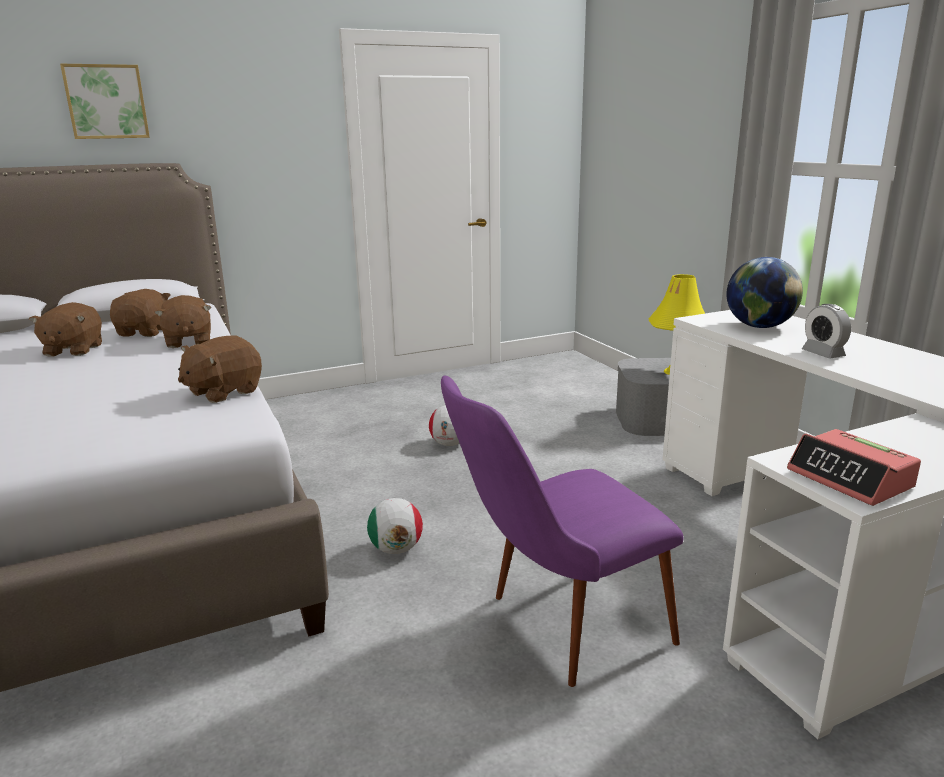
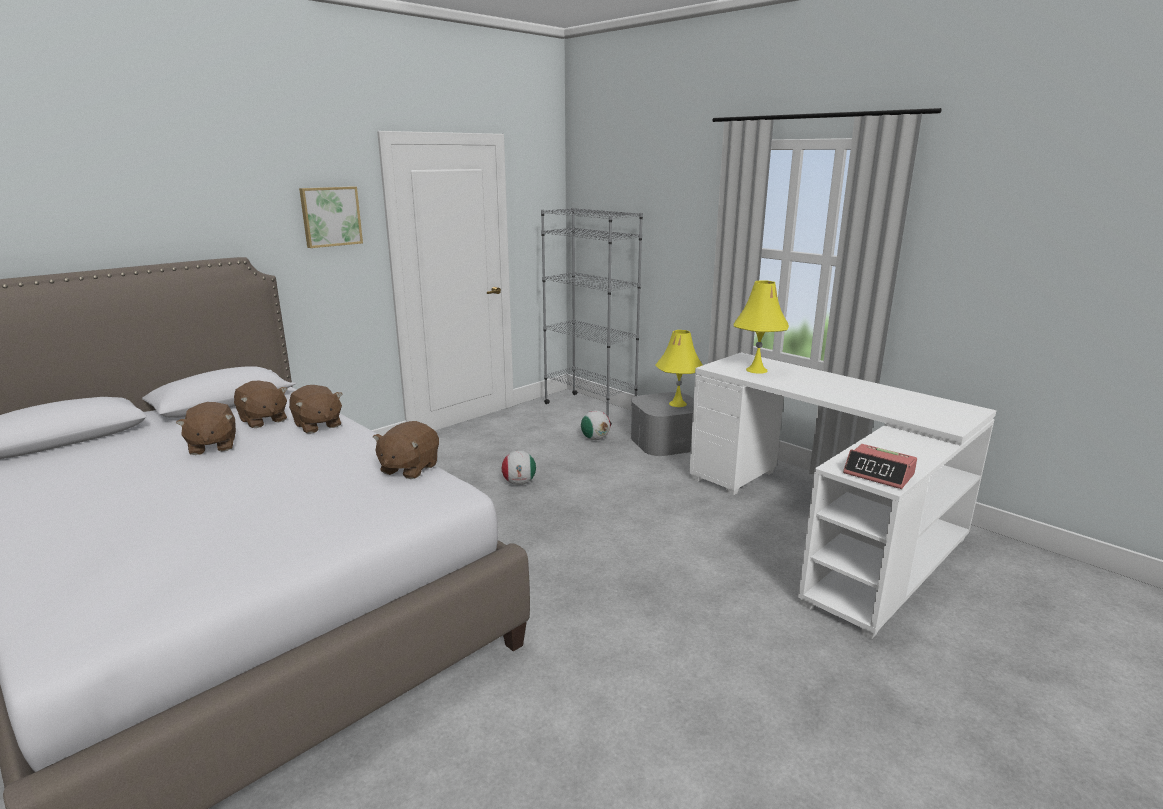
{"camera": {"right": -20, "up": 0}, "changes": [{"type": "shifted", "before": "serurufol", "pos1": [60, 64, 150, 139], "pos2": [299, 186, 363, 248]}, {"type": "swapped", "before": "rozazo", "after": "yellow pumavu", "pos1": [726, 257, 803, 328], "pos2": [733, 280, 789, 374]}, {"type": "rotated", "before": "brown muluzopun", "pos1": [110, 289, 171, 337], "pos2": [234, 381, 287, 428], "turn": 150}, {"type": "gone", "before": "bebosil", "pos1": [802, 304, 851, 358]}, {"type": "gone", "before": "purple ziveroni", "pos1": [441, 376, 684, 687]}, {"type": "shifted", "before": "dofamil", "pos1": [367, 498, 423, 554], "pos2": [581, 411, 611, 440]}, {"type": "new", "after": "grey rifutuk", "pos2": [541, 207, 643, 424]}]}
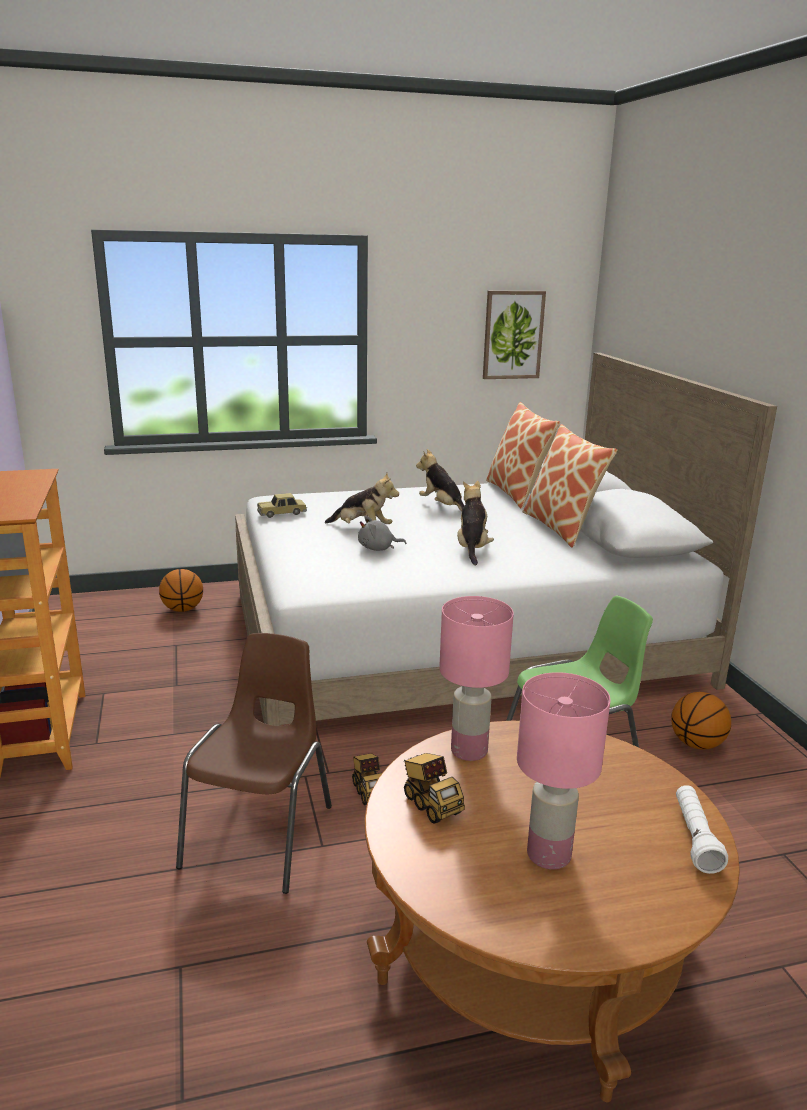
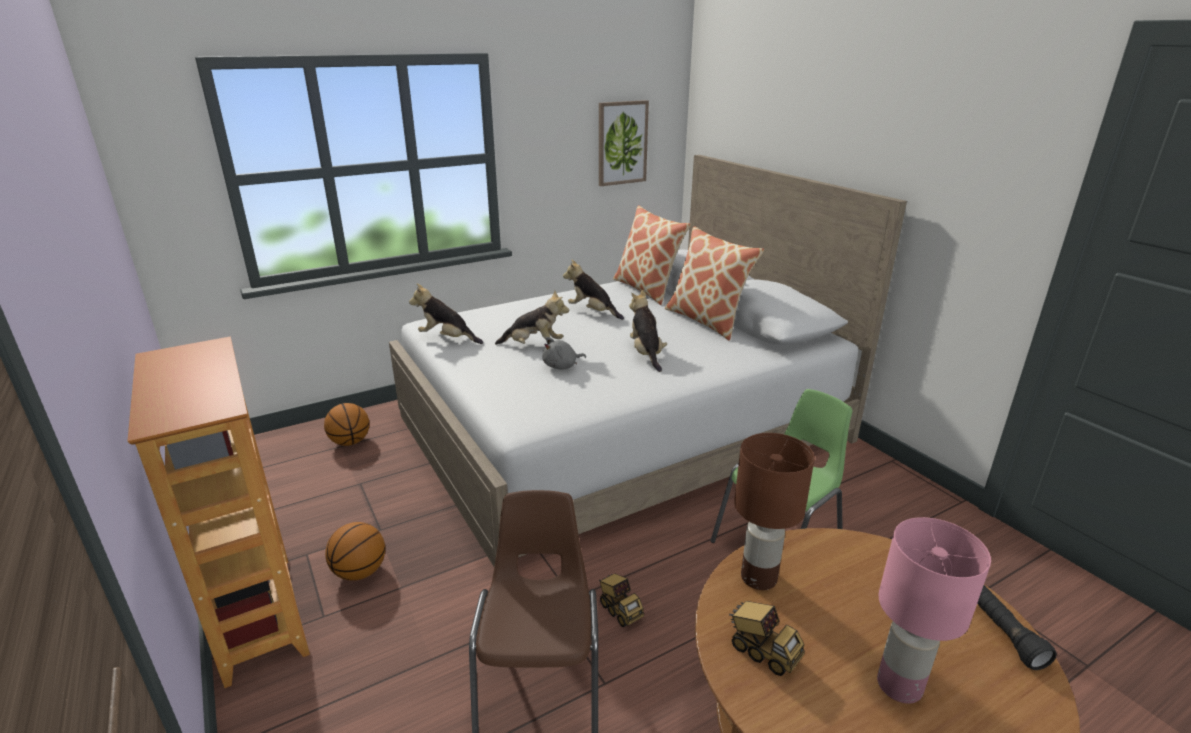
{"camera": {"right": -15, "up": 5}, "changes": [{"type": "swapped", "before": "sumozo", "after": "muluzopun", "pos1": [257, 493, 307, 518], "pos2": [409, 283, 483, 344]}, {"type": "repainted", "before": "pink pumavu", "after": "brown pumavu", "pos1": [439, 596, 514, 761], "pos2": [734, 433, 815, 590]}, {"type": "shifted", "before": "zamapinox", "pos1": [671, 692, 731, 750], "pos2": [325, 522, 385, 581]}, {"type": "repainted", "before": "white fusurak", "after": "black fusurak", "pos1": [676, 785, 728, 874], "pos2": [977, 585, 1057, 670]}]}
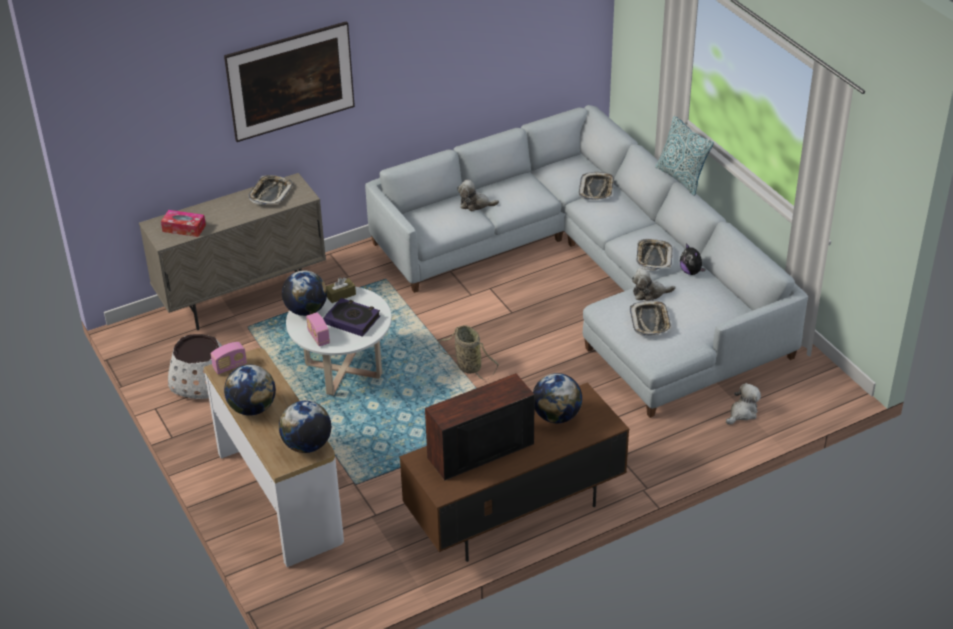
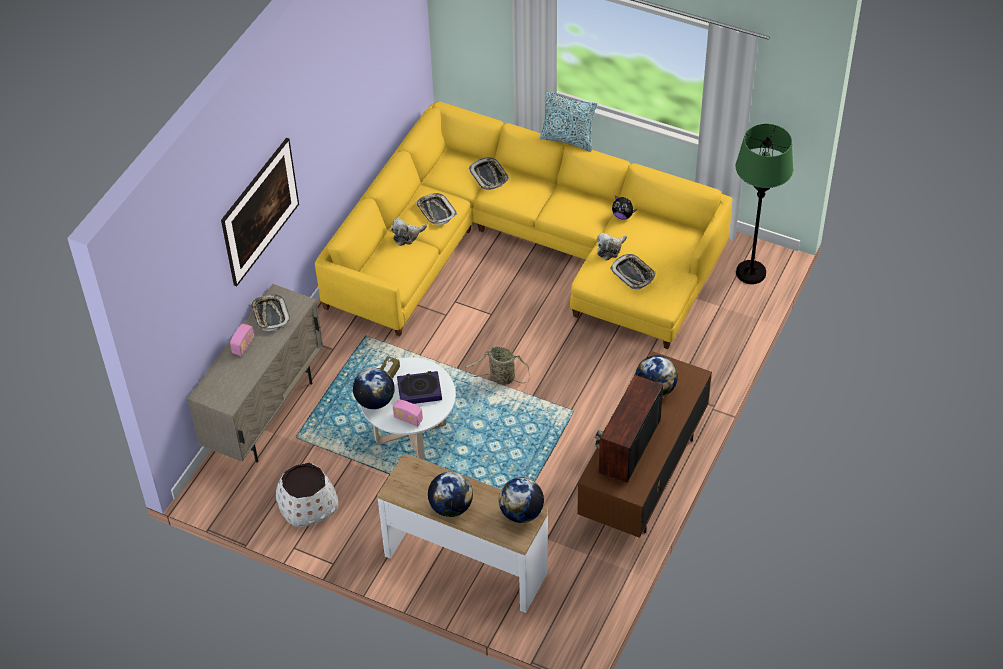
{"camera": {"right": -35, "up": 10}, "changes": [{"type": "repainted", "before": "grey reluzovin", "after": "yellow reluzovin", "pos1": [365, 105, 808, 418], "pos2": [315, 102, 732, 349]}, {"type": "gone", "before": "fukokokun", "pos1": [161, 210, 206, 237]}, {"type": "shifted", "before": "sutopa", "pos1": [636, 239, 673, 271], "pos2": [416, 193, 457, 225]}, {"type": "shifted", "before": "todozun", "pos1": [211, 342, 247, 375], "pos2": [230, 323, 254, 356]}, {"type": "gone", "before": "muluzopun", "pos1": [726, 383, 761, 425]}, {"type": "new", "after": "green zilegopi", "pos2": [736, 124, 793, 284]}]}
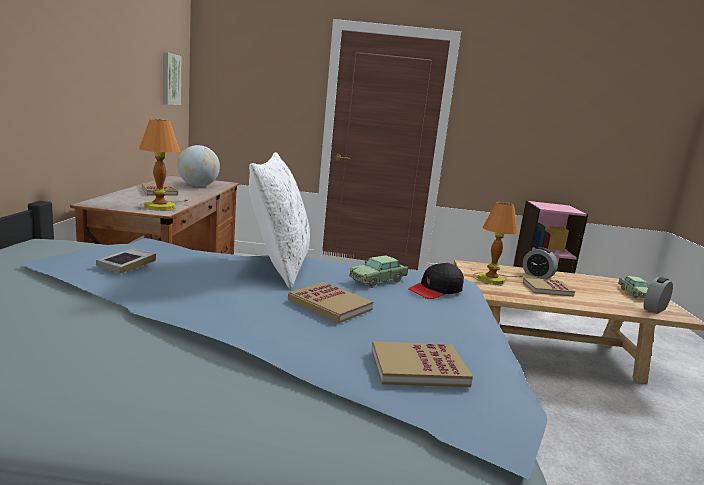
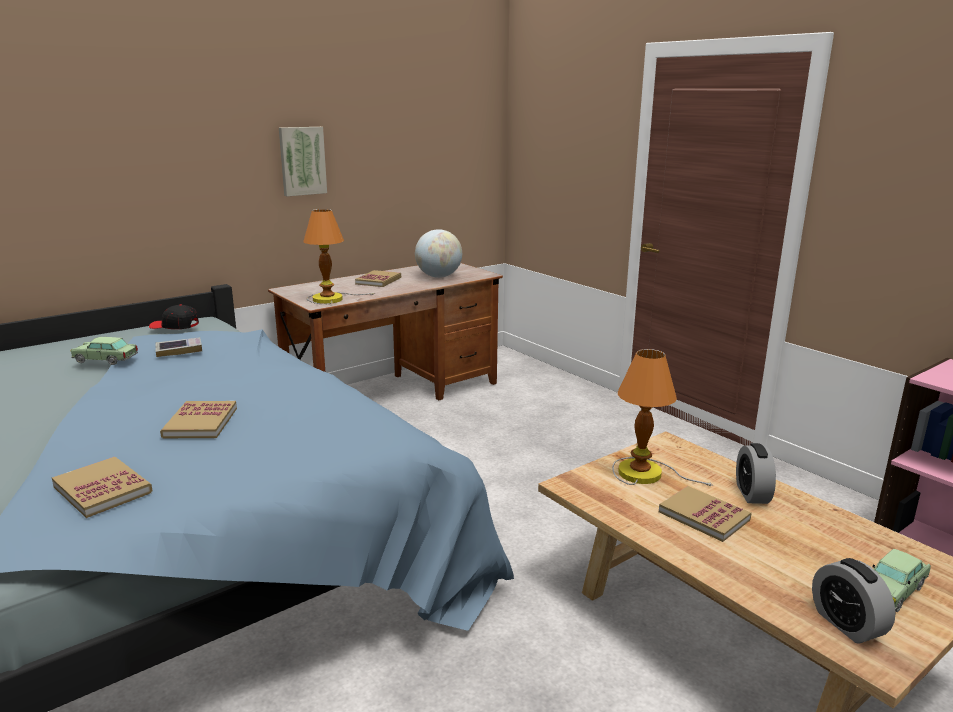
{"camera": {"right": 50, "up": 5}, "changes": [{"type": "shifted", "before": "serurufol", "pos1": [163, 52, 181, 105], "pos2": [279, 127, 327, 196]}, {"type": "gone", "before": "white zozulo", "pos1": [249, 152, 310, 288]}, {"type": "shifted", "before": "sumozo", "pos1": [349, 255, 408, 288], "pos2": [70, 337, 138, 365]}, {"type": "shifted", "before": "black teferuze", "pos1": [408, 263, 464, 299], "pos2": [149, 304, 199, 329]}, {"type": "rotated", "before": "bebosil", "pos1": [644, 277, 673, 314], "pos2": [812, 558, 896, 643], "turn": -120}]}
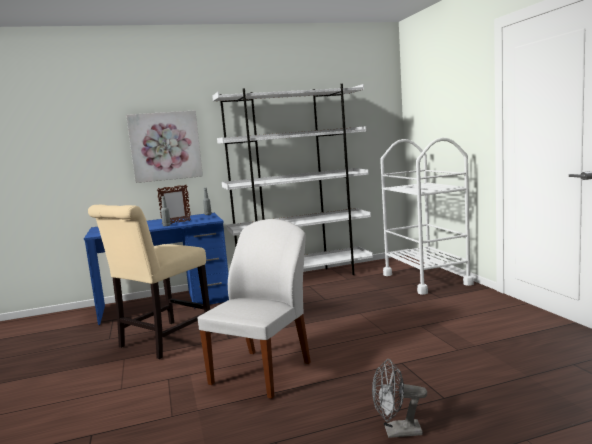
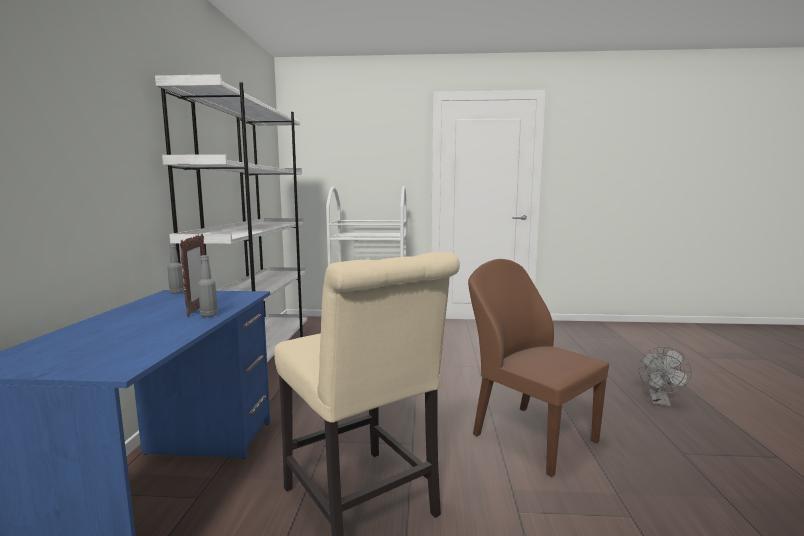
{"camera": {"right": -70, "up": 0}, "changes": [{"type": "gone", "before": "serurufol", "pos1": [126, 110, 203, 183]}, {"type": "repainted", "before": "white ziveroni", "after": "brown ziveroni", "pos1": [197, 219, 311, 399], "pos2": [468, 259, 609, 477]}]}
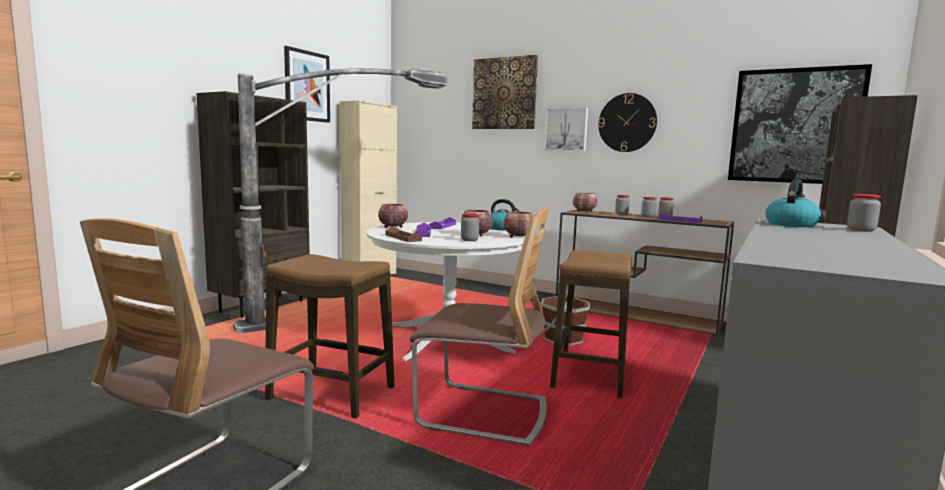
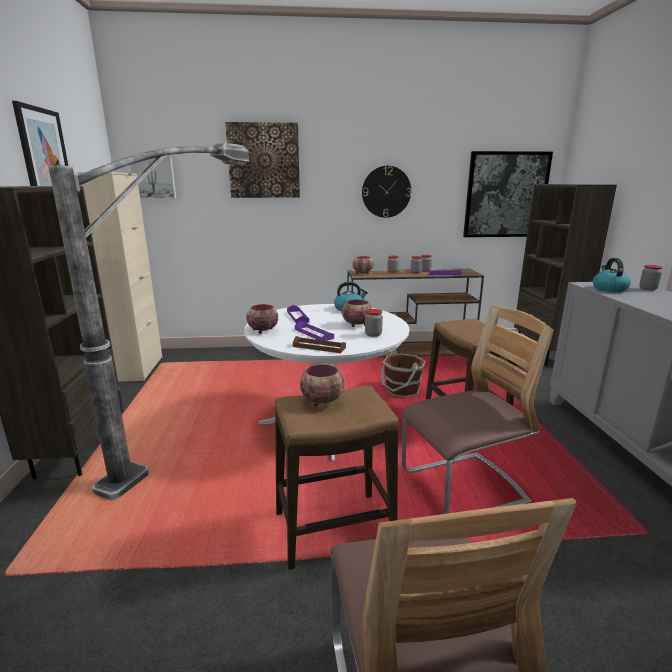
{"camera": {"right": -35, "up": 10}, "changes": [{"type": "shifted", "before": "serurufol", "pos1": [544, 107, 588, 151], "pos2": [128, 156, 176, 199]}, {"type": "shifted", "before": "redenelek", "pos1": [504, 211, 533, 238], "pos2": [300, 364, 344, 406]}]}
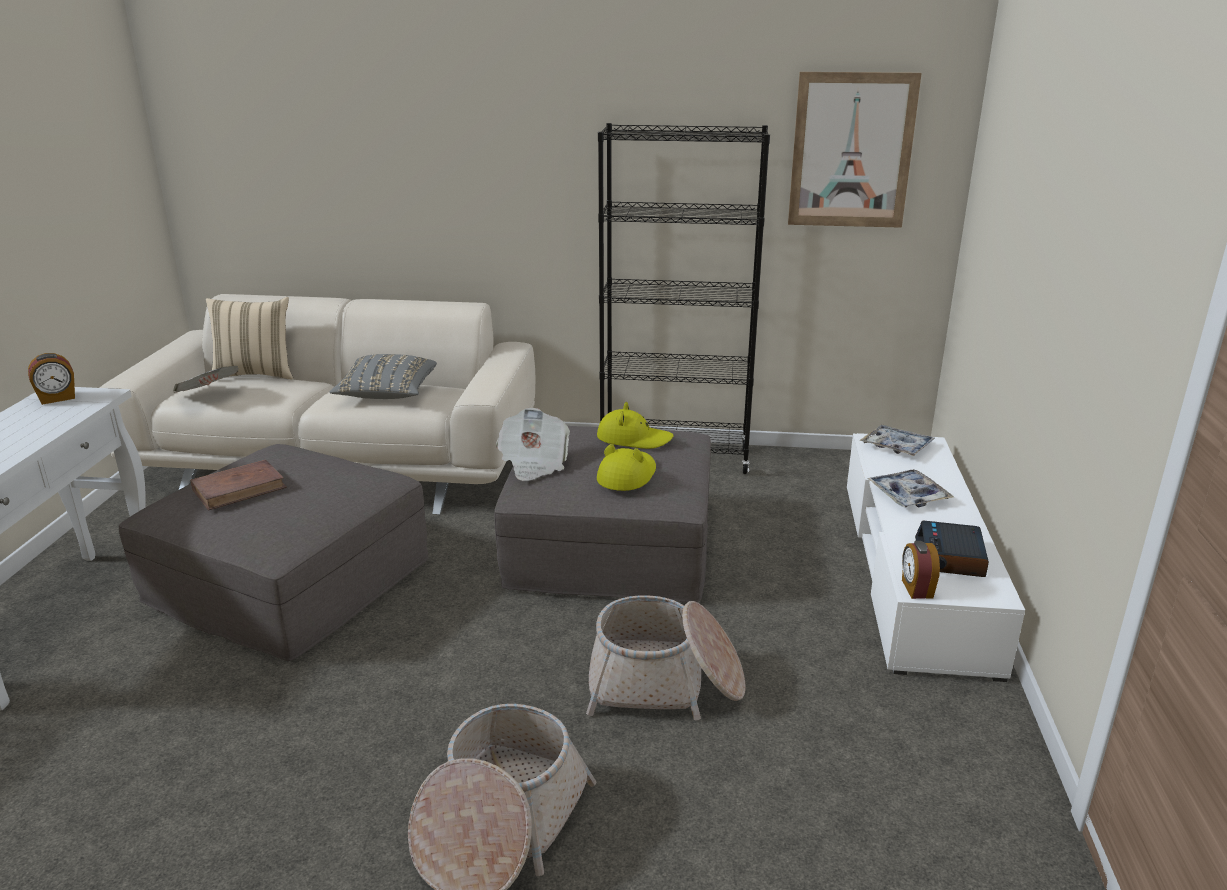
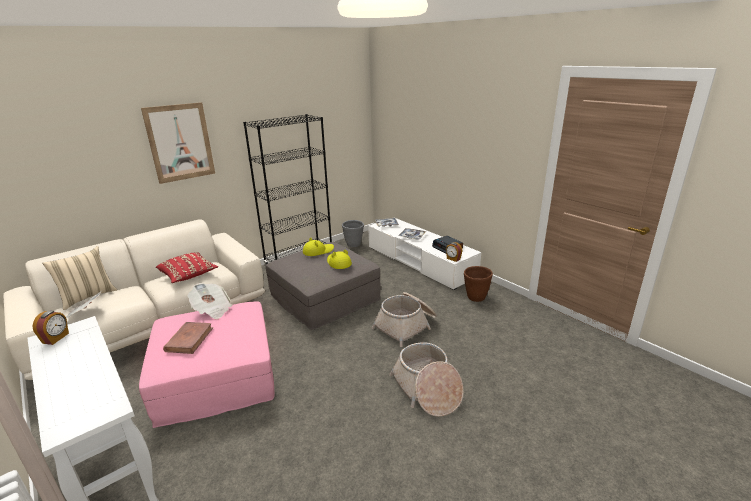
{"camera": {"right": -45, "up": 0}, "changes": [{"type": "shifted", "before": "serurufol", "pos1": [788, 72, 922, 228], "pos2": [141, 102, 215, 184]}, {"type": "repainted", "before": "grey zozulo", "after": "red zozulo", "pos1": [330, 354, 437, 399], "pos2": [156, 252, 218, 283]}, {"type": "shifted", "before": "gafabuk", "pos1": [496, 408, 570, 481], "pos2": [188, 283, 232, 319]}, {"type": "repainted", "before": "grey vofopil", "after": "pink vofopil", "pos1": [119, 444, 429, 661], "pos2": [139, 302, 275, 428]}, {"type": "new", "after": "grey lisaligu", "pos2": [342, 220, 364, 247]}, {"type": "new", "after": "brown lisaligu", "pos2": [464, 266, 493, 302]}]}
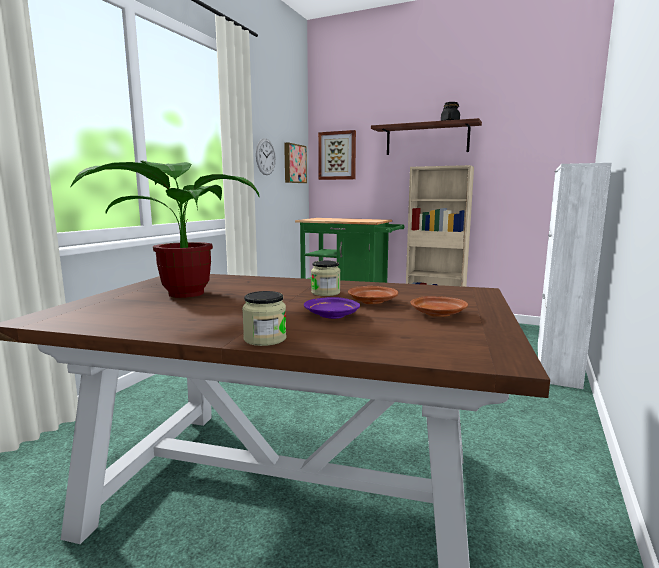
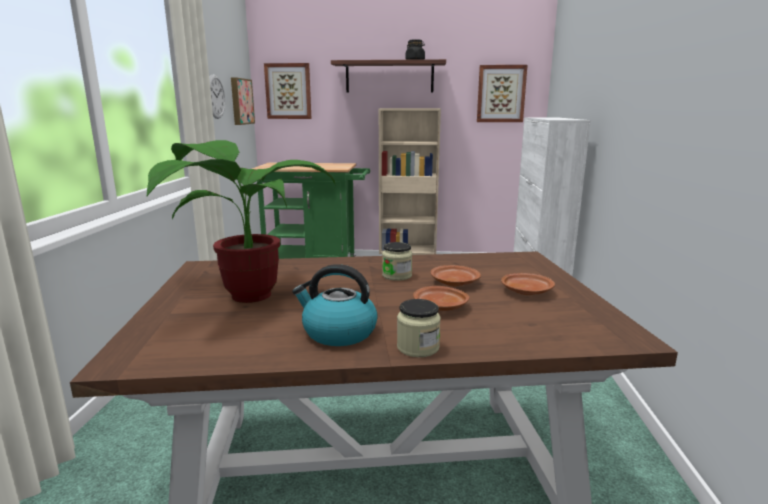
{"camera": {"right": -20, "up": 5}, "changes": [{"type": "repainted", "before": "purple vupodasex", "after": "brown vupodasex", "pos1": [304, 297, 360, 319], "pos2": [413, 286, 469, 311]}, {"type": "new", "after": "serurufol", "pos2": [477, 65, 528, 122]}, {"type": "new", "after": "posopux", "pos2": [292, 264, 378, 346]}]}
